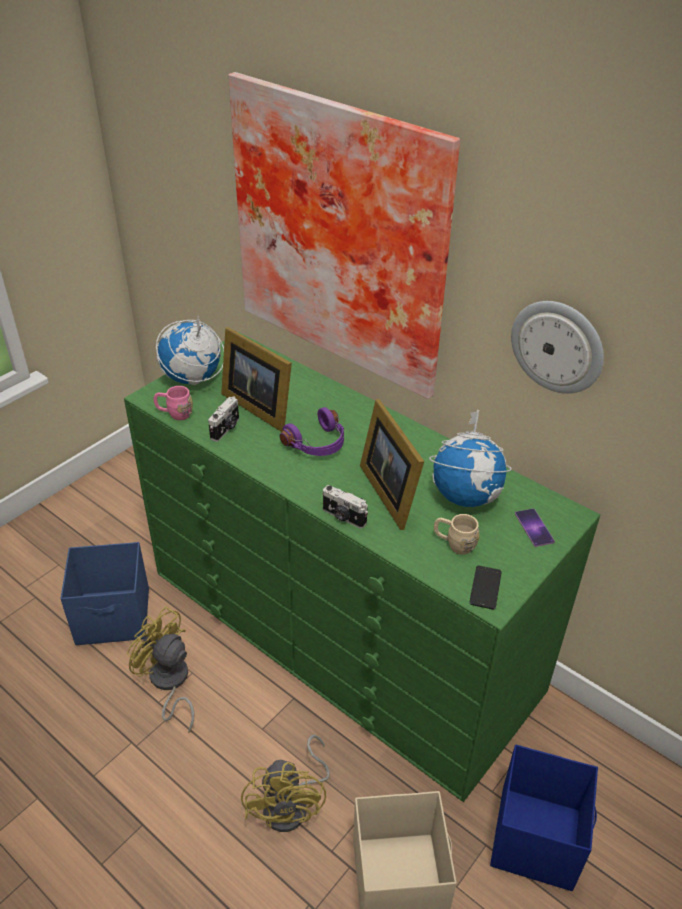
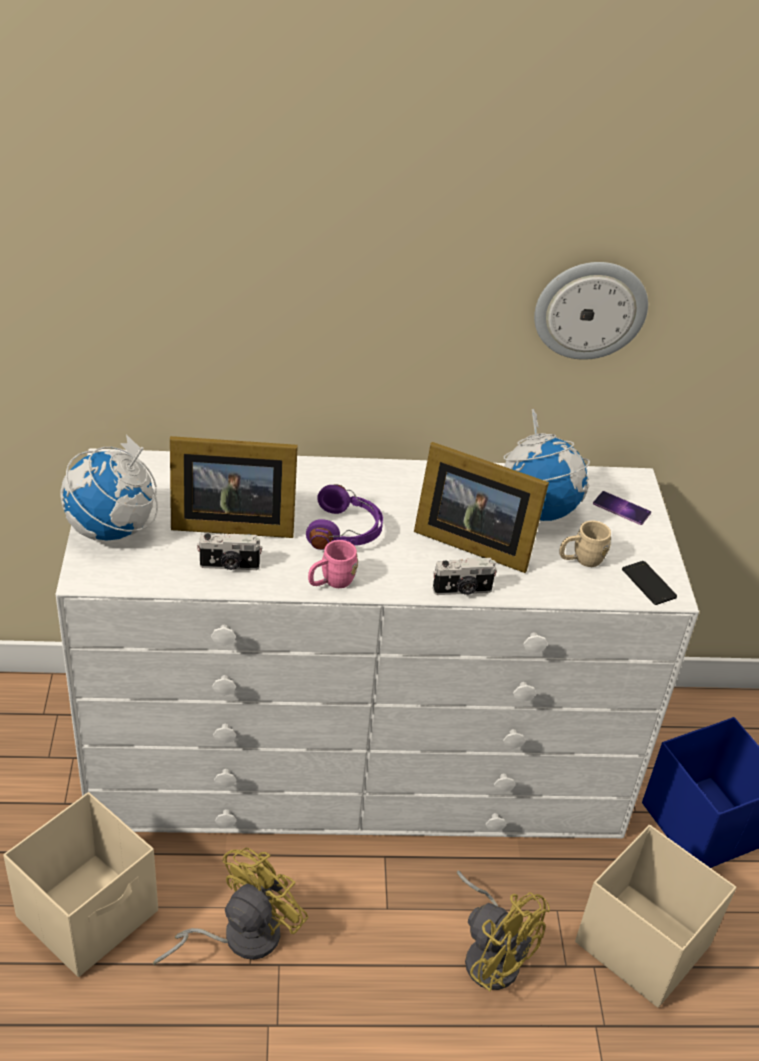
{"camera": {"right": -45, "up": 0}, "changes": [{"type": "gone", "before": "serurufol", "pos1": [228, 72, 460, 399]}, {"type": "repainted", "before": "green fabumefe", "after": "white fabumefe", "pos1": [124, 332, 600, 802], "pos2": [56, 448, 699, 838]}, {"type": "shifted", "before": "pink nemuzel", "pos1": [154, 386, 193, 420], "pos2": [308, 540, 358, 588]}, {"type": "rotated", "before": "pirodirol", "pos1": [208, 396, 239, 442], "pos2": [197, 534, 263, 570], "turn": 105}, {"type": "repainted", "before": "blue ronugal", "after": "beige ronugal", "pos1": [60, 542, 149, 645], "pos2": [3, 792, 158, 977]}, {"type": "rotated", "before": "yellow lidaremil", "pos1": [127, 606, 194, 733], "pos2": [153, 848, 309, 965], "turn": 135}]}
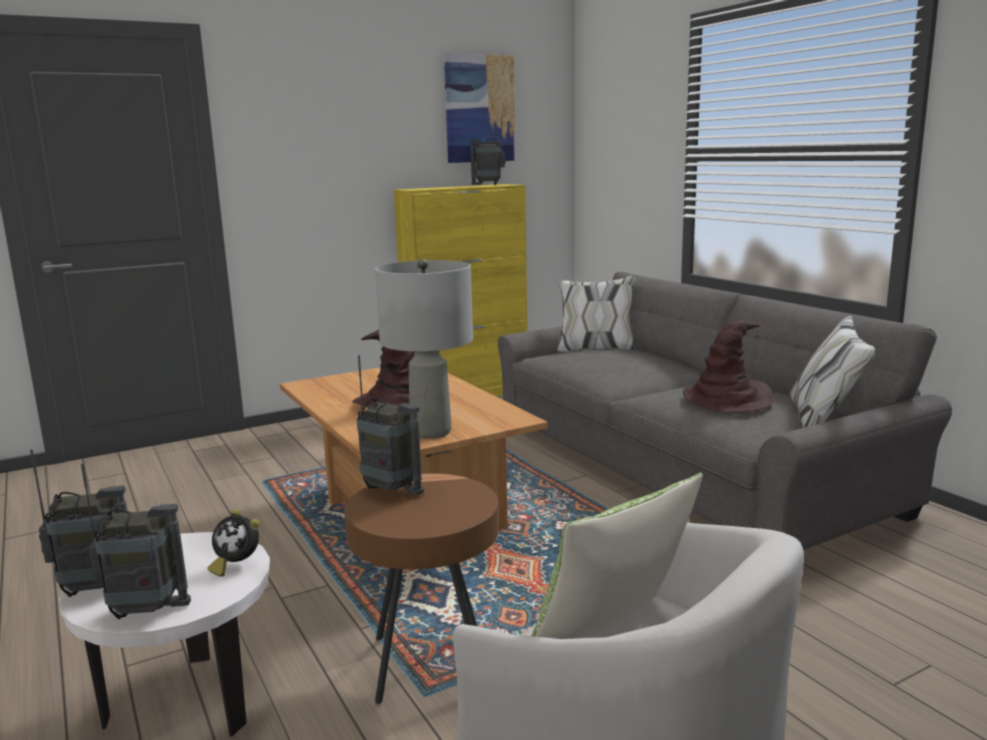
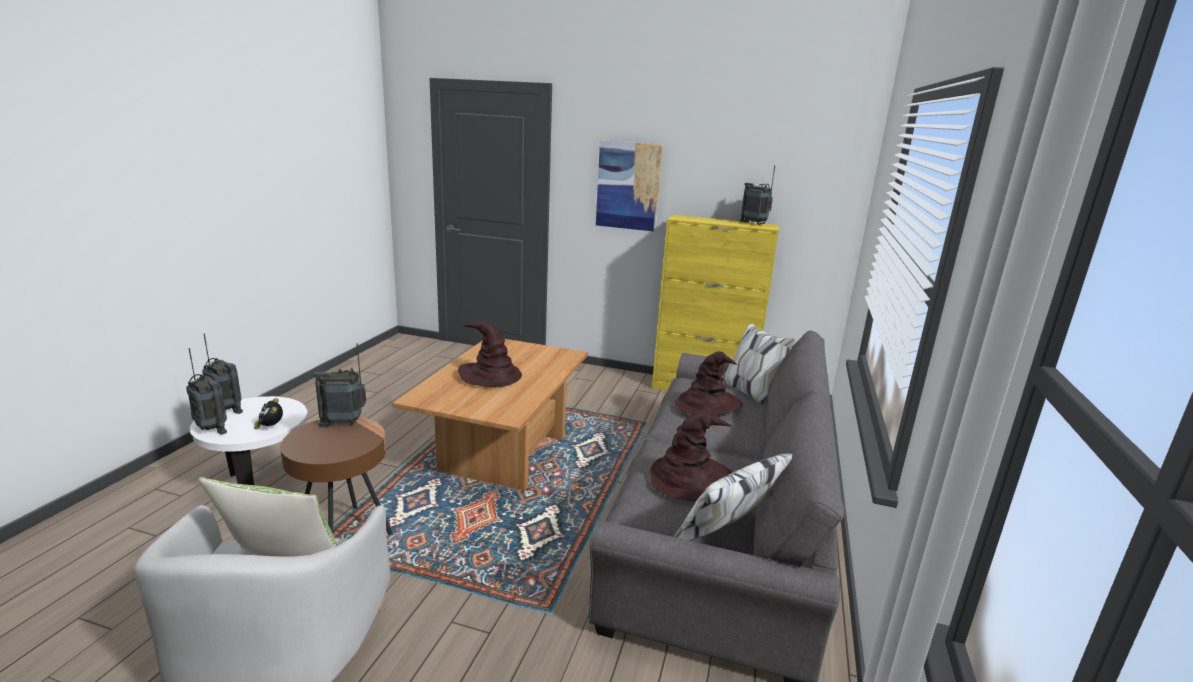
{"camera": {"right": 45, "up": 5}, "changes": [{"type": "shifted", "before": "serurufol", "pos1": [444, 53, 516, 163], "pos2": [596, 140, 663, 232]}, {"type": "gone", "before": "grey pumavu", "pos1": [375, 259, 473, 439]}, {"type": "rotated", "before": "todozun", "pos1": [357, 355, 424, 495], "pos2": [314, 343, 366, 427], "turn": 90}, {"type": "new", "after": "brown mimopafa", "pos2": [674, 351, 743, 416]}]}
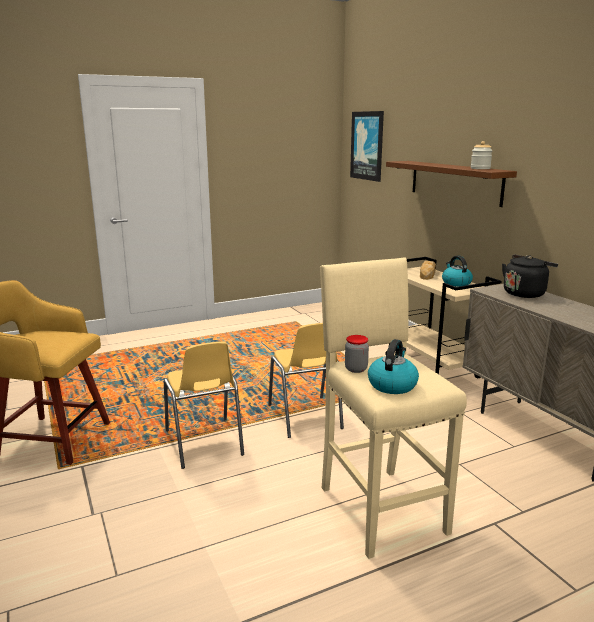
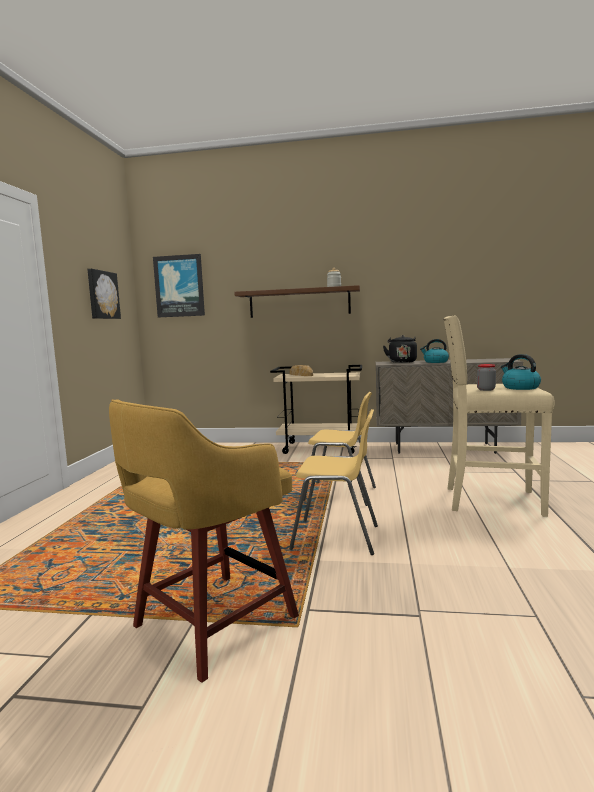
{"camera": {"right": -55, "up": -10}, "changes": [{"type": "shifted", "before": "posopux", "pos1": [442, 255, 473, 287], "pos2": [420, 339, 449, 363]}, {"type": "new", "after": "serurufol", "pos2": [87, 269, 121, 319]}]}
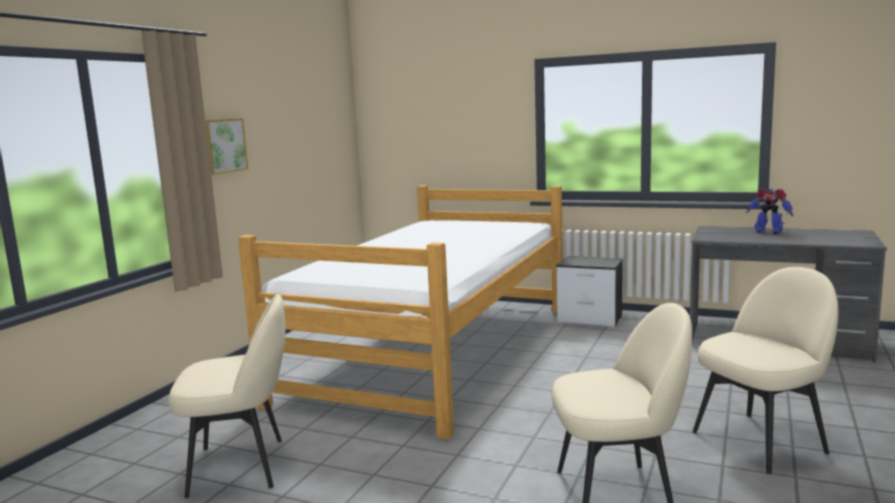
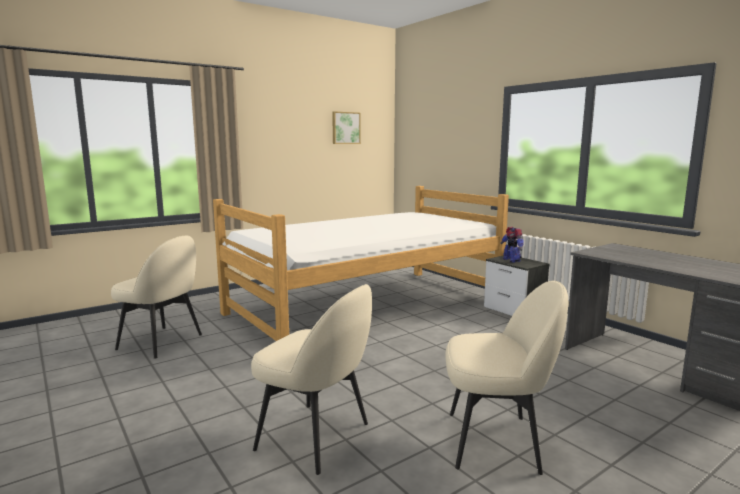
{"camera": {"right": 30, "up": 0}, "changes": [{"type": "shifted", "before": "serurufol", "pos1": [205, 118, 248, 175], "pos2": [332, 111, 361, 144]}, {"type": "shifted", "before": "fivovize", "pos1": [746, 188, 793, 234], "pos2": [500, 227, 524, 263]}]}
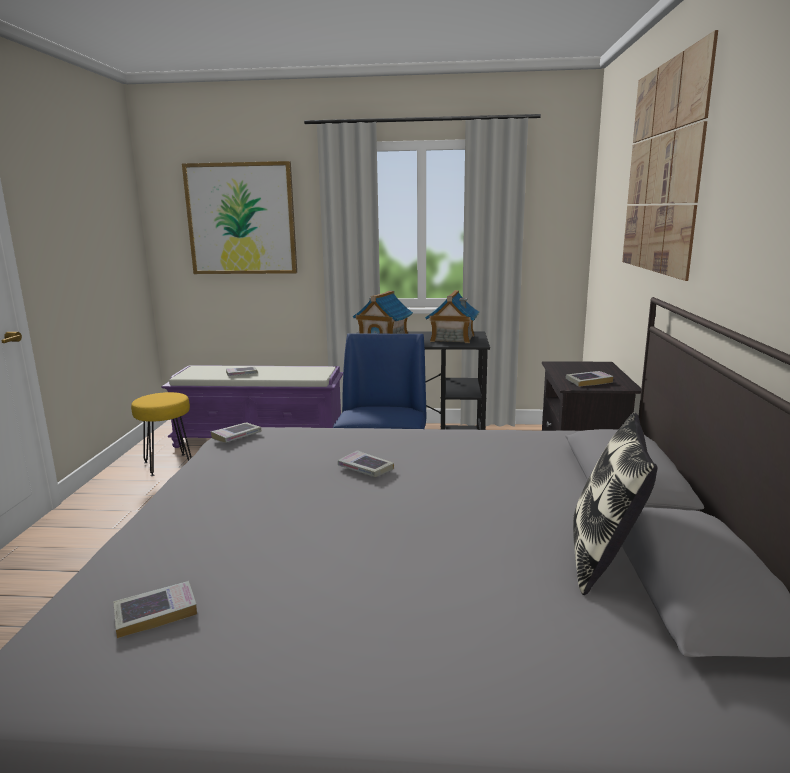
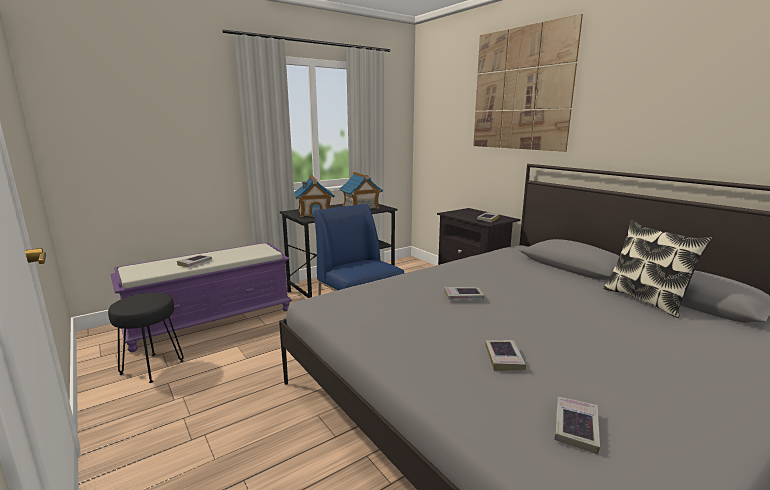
{"camera": {"right": -40, "up": 0}, "changes": [{"type": "gone", "before": "serurufol", "pos1": [182, 161, 297, 274]}, {"type": "repainted", "before": "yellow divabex", "after": "black divabex", "pos1": [131, 392, 192, 476], "pos2": [108, 292, 184, 383]}, {"type": "shifted", "before": "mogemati", "pos1": [211, 422, 261, 443], "pos2": [485, 340, 526, 371]}]}
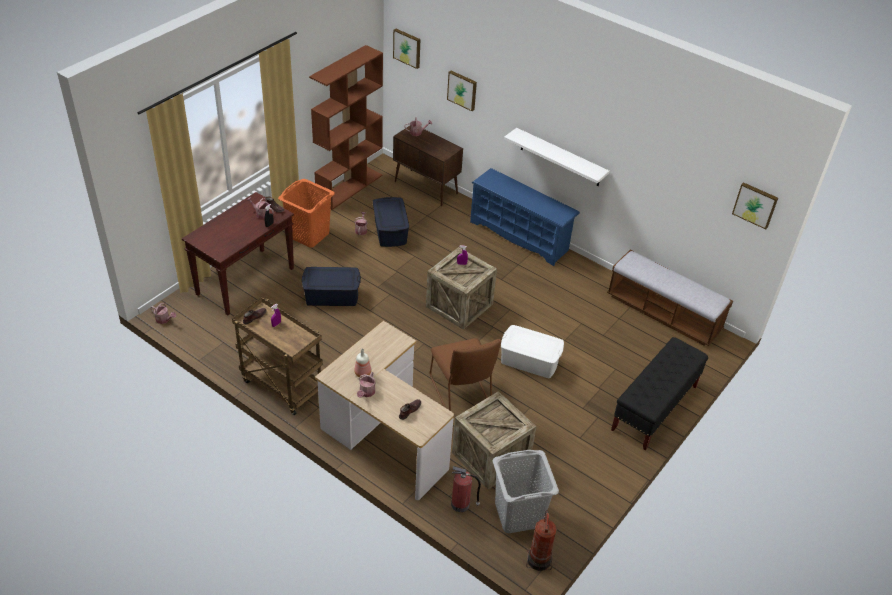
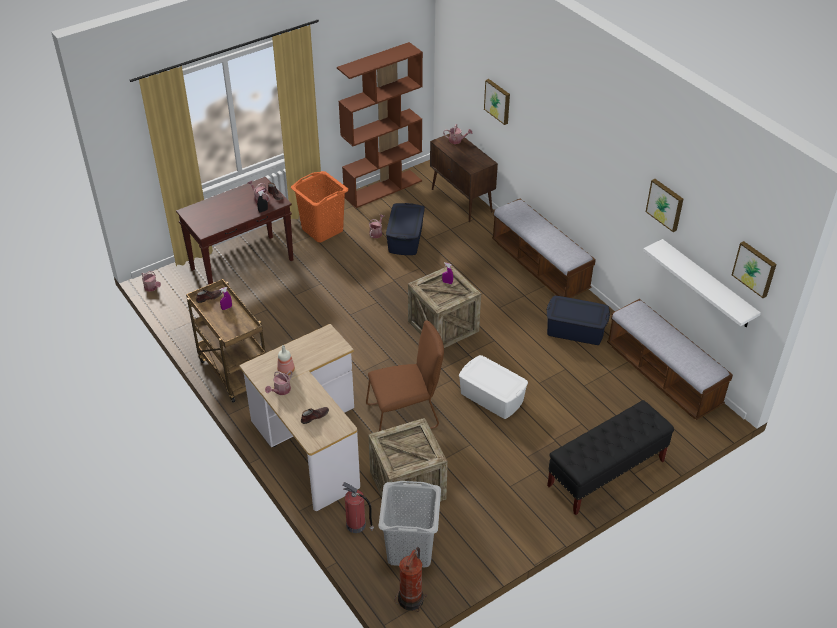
{"camera": {"right": 20, "up": 0}, "changes": [{"type": "shifted", "before": "serurufol", "pos1": [393, 29, 420, 69], "pos2": [646, 179, 683, 232]}, {"type": "shifted", "before": "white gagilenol", "pos1": [504, 128, 610, 186], "pos2": [643, 239, 761, 327]}, {"type": "swapped", "before": "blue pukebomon", "after": "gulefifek", "pos1": [470, 168, 580, 266], "pos2": [492, 199, 596, 298]}, {"type": "shifted", "before": "blue ronugal", "pos1": [302, 267, 361, 306], "pos2": [547, 296, 610, 345]}, {"type": "rotated", "before": "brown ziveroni", "pos1": [430, 338, 501, 411], "pos2": [366, 320, 444, 431], "turn": -105}]}
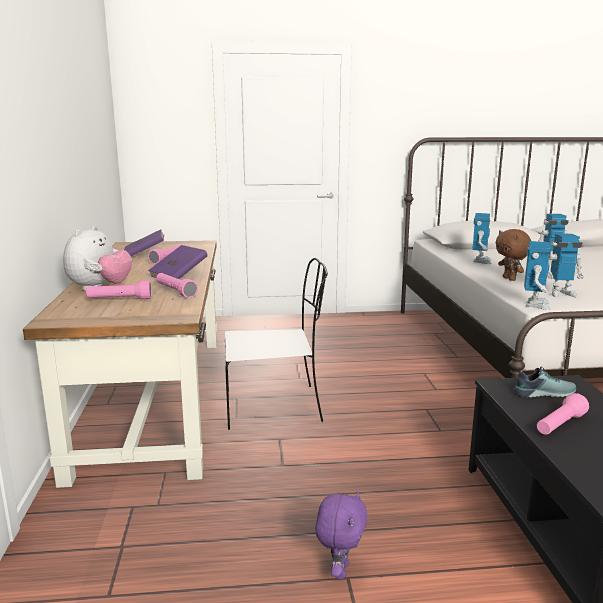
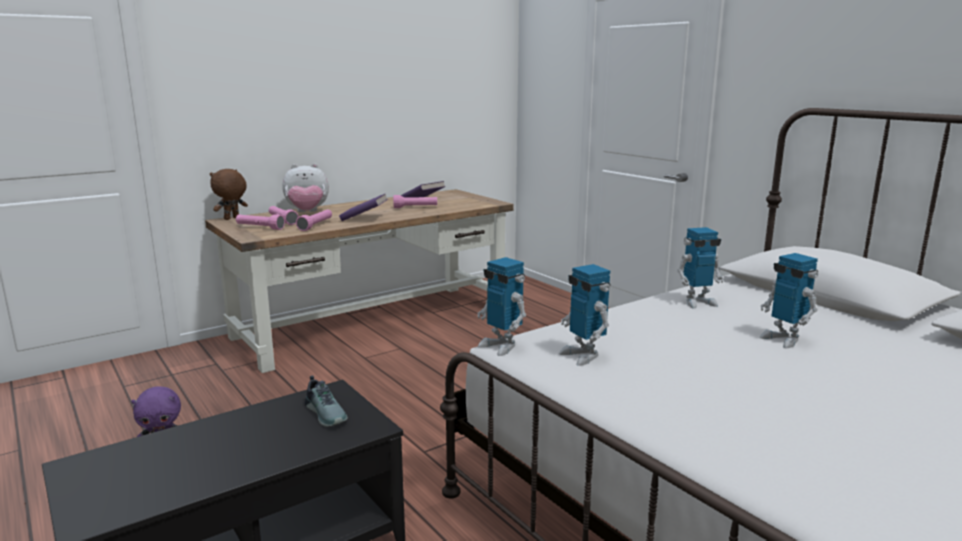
{"camera": {"right": 60, "up": 0}, "changes": [{"type": "shifted", "before": "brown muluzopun", "pos1": [496, 229, 531, 281], "pos2": [210, 169, 248, 220]}, {"type": "rotated", "before": "fivovize", "pos1": [524, 241, 551, 310], "pos2": [477, 257, 526, 356], "turn": 60}, {"type": "gone", "before": "white ziveroni", "pos1": [225, 258, 328, 430]}, {"type": "shifted", "before": "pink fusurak", "pos1": [537, 393, 589, 435], "pos2": [236, 214, 285, 230]}]}
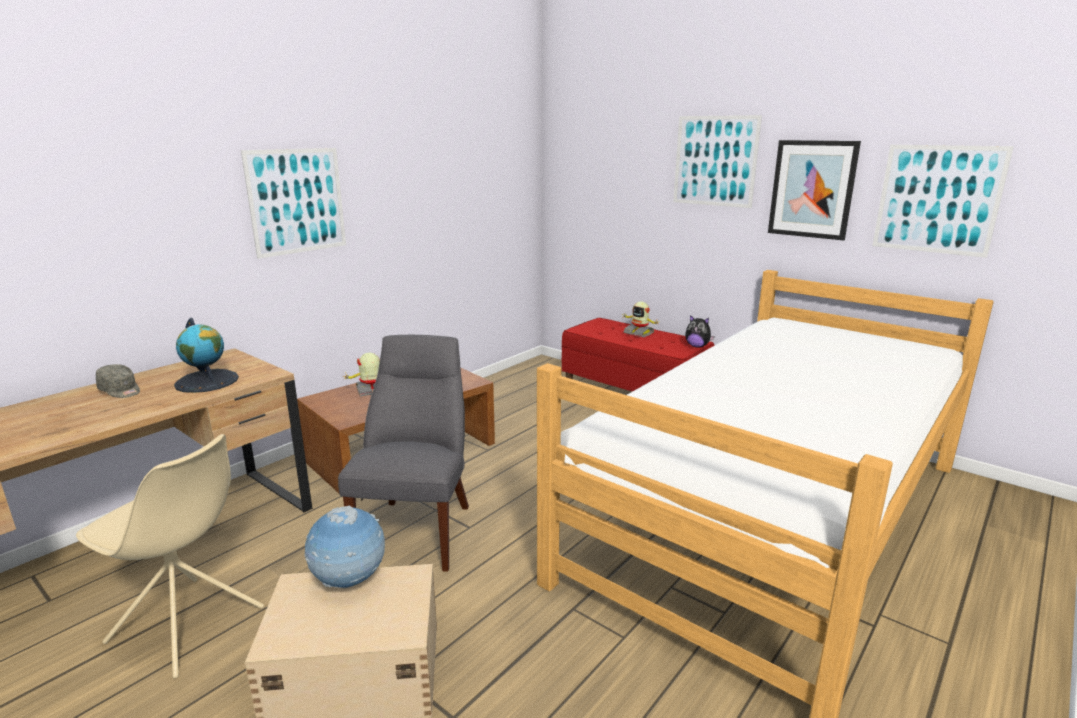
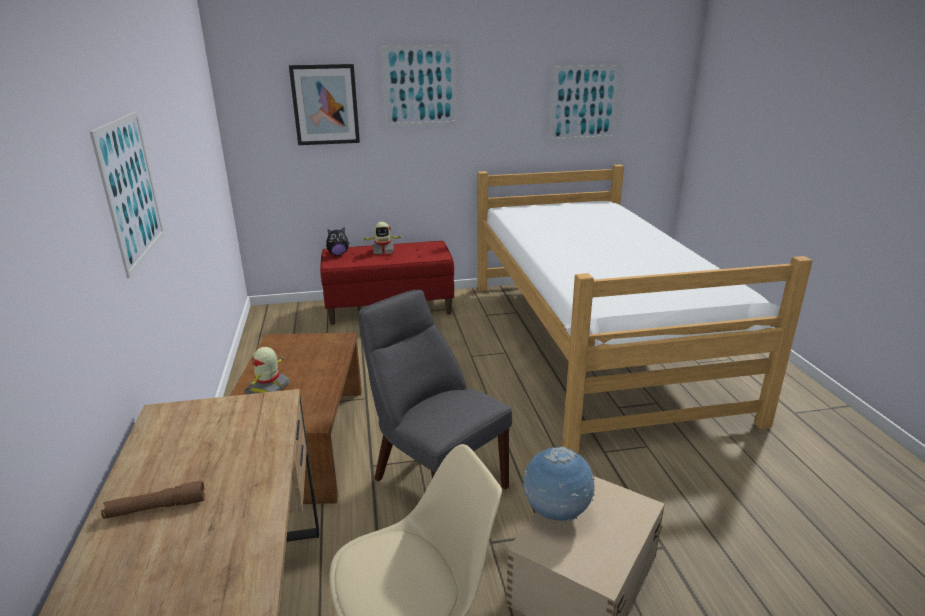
{"camera": {"right": -50, "up": 5}, "changes": [{"type": "shifted", "before": "serurufol", "pos1": [768, 140, 861, 241], "pos2": [289, 64, 360, 145]}, {"type": "shifted", "before": "muluzopun", "pos1": [685, 315, 715, 348], "pos2": [326, 228, 349, 255]}, {"type": "gone", "before": "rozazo", "pos1": [174, 318, 239, 393]}, {"type": "swapped", "before": "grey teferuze", "after": "brown fusurak", "pos1": [96, 364, 140, 398], "pos2": [101, 480, 205, 519]}]}
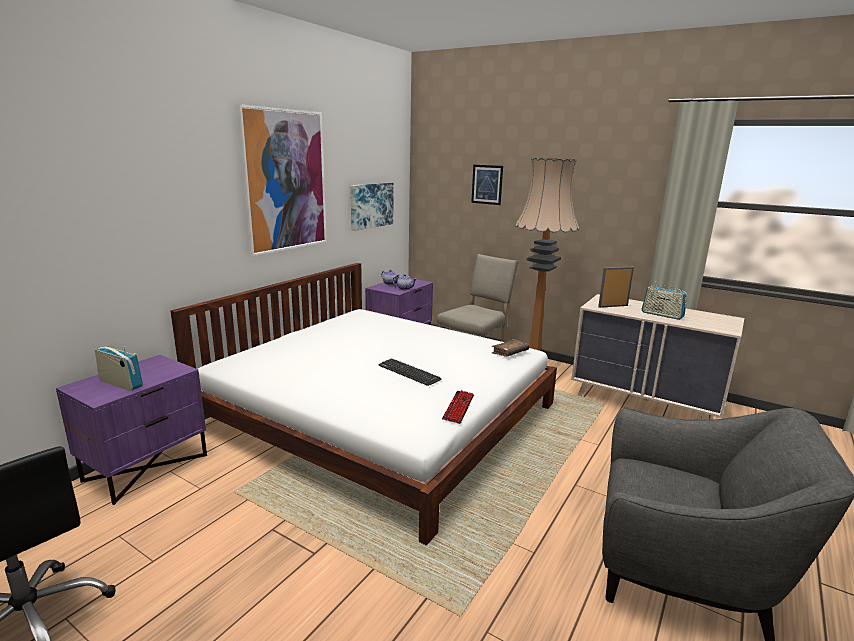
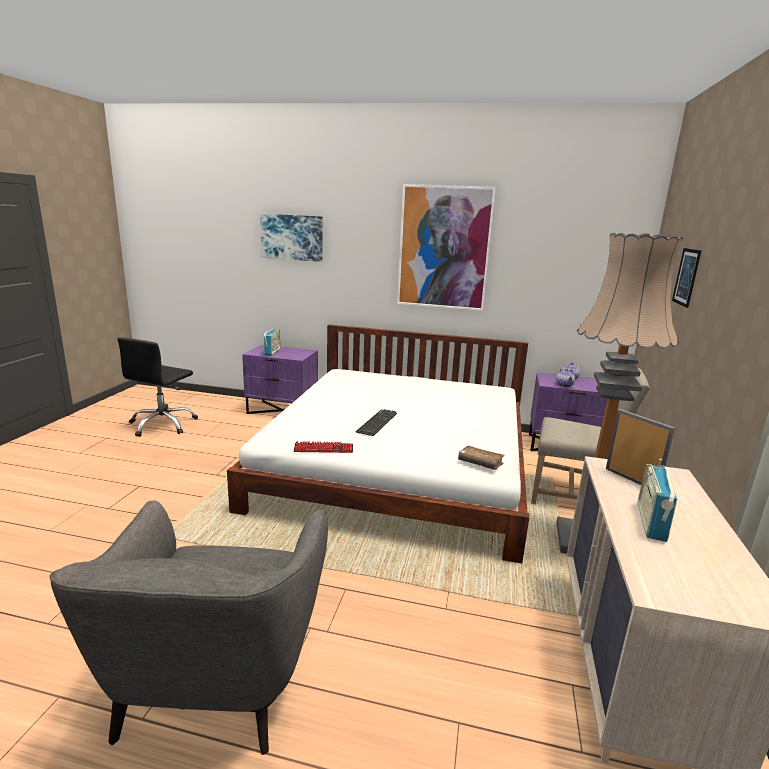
{"camera": {"right": 70, "up": 0}, "changes": [{"type": "shifted", "before": "serurufol", "pos1": [350, 183, 393, 231], "pos2": [260, 214, 323, 262]}]}
